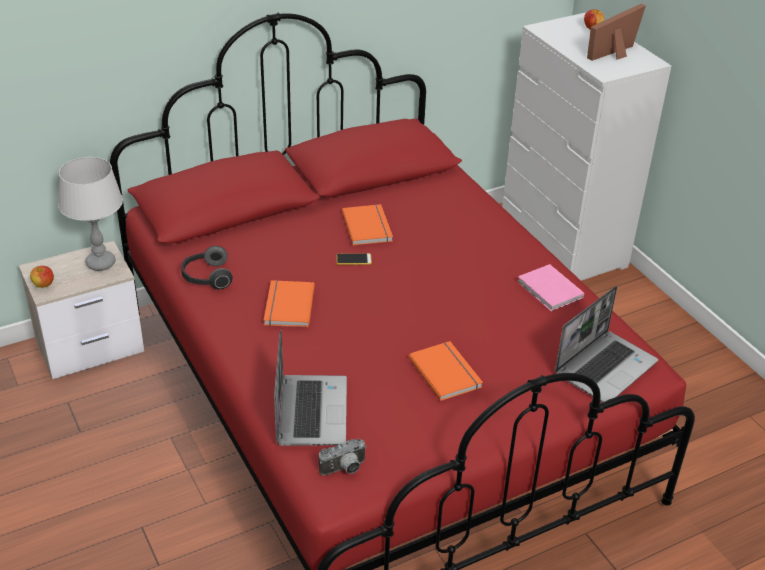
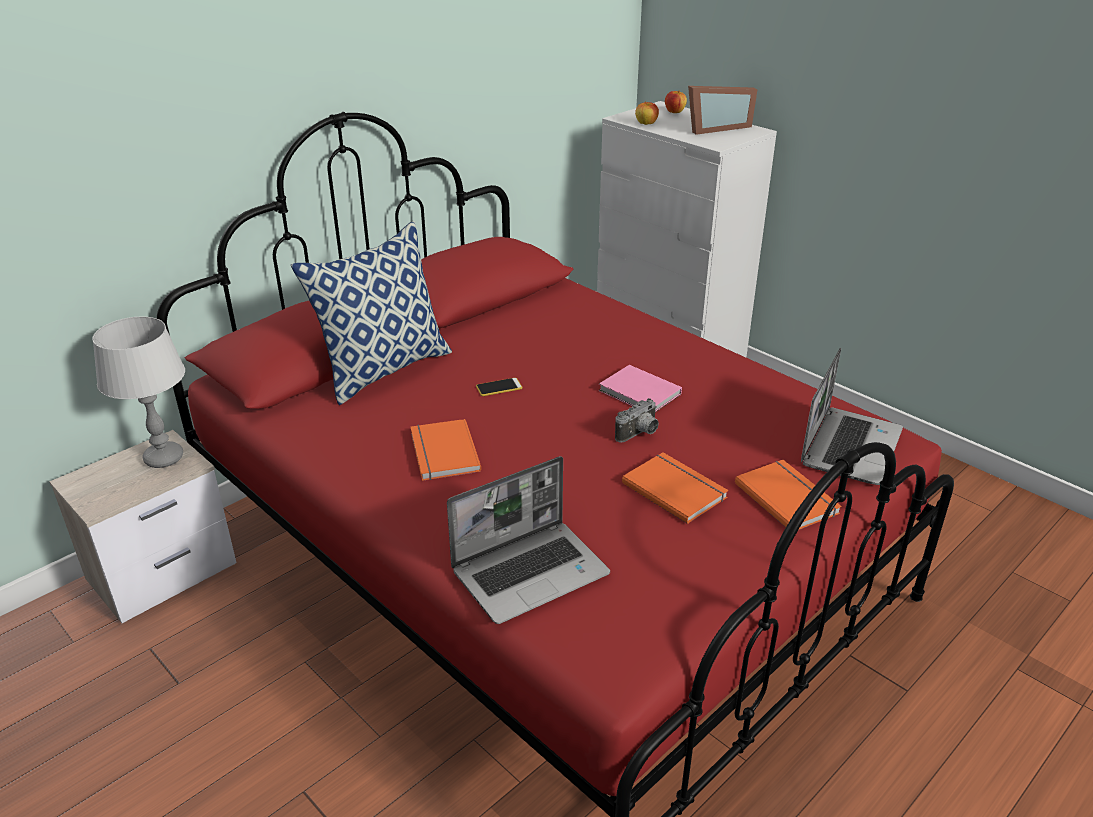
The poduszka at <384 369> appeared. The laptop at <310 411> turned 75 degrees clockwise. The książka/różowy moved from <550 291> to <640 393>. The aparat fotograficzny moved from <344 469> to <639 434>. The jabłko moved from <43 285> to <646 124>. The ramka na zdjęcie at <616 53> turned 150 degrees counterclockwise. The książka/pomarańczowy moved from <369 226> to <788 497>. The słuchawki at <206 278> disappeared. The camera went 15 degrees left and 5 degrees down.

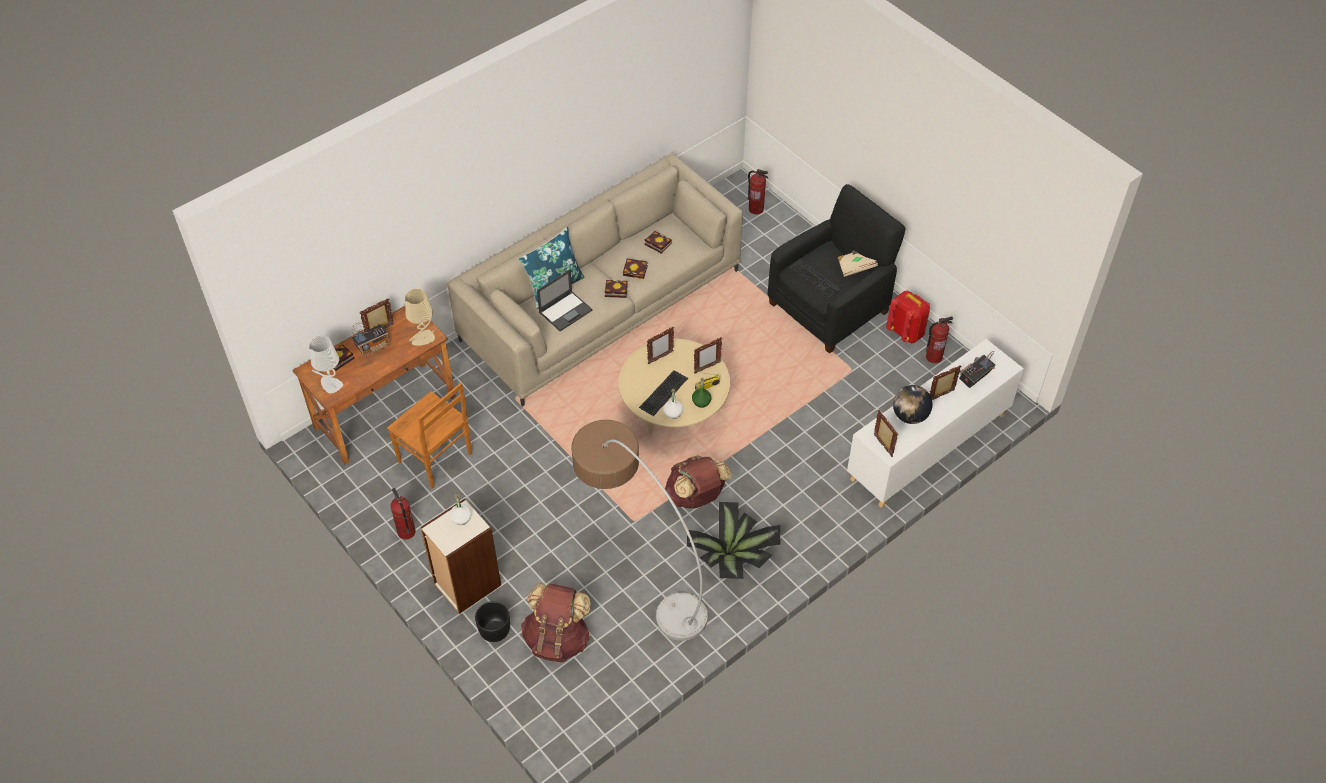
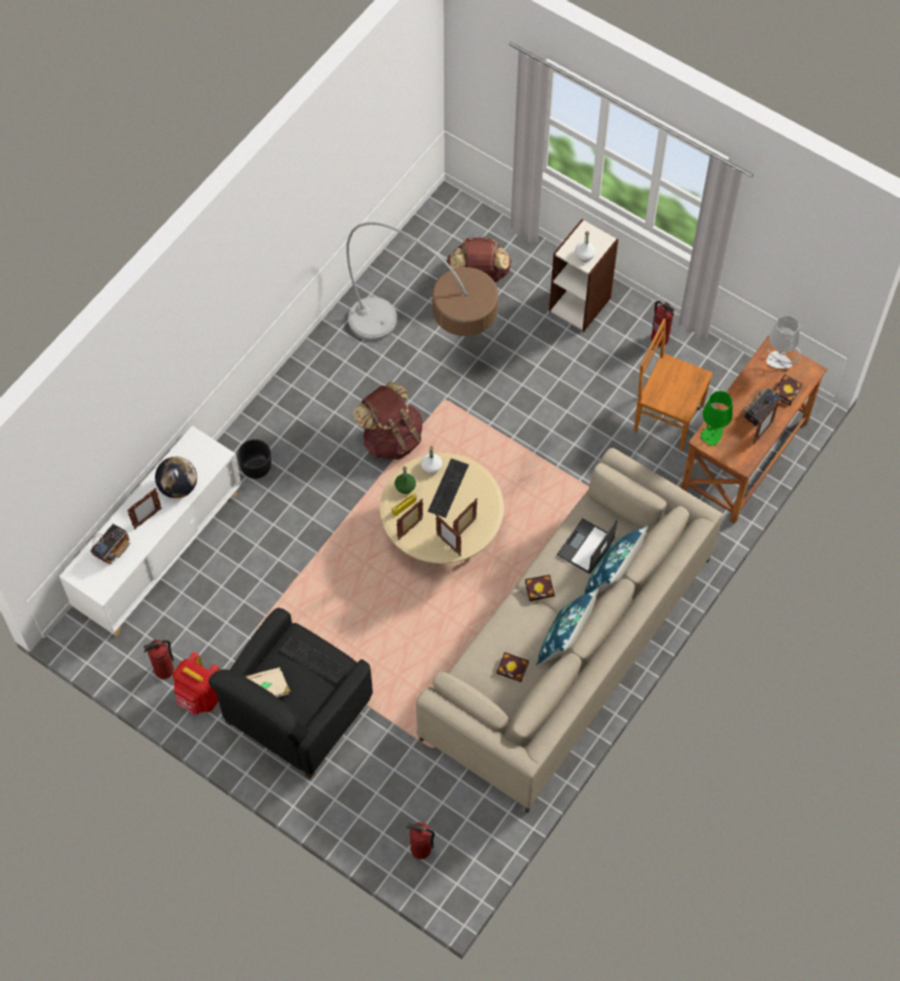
The donica/czarny moved from <495 630> to <256 468>. The ramka na zdjęcie moved from <882 446> to <448 545>. The poduszka/niebieski at <564 641> appeared. The lampa stołowa/beżowy at <423 339> became the lampa stołowa/zielony at <712 434>. The książka at <636 270> disappeared. The roślina doniczkowa at <733 559> disappeared. The camera went 165 degrees right and 10 degrees up.

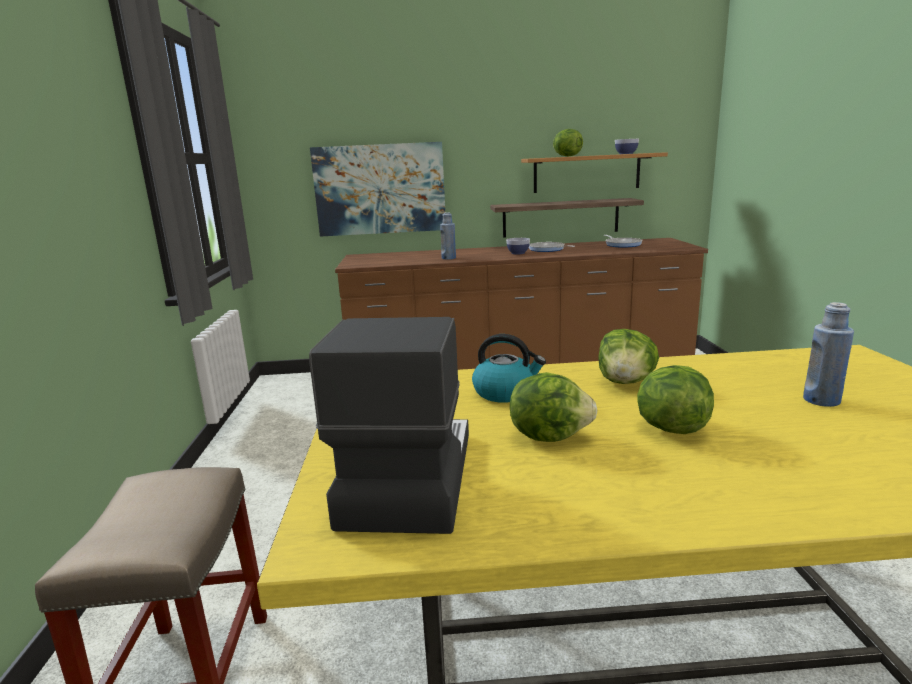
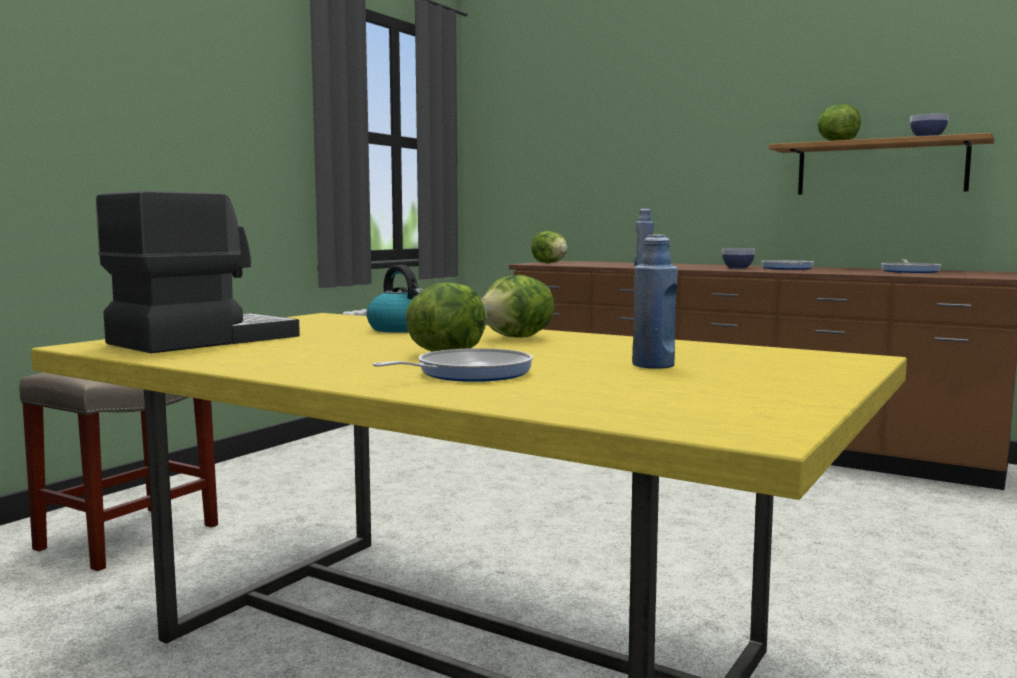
The patelnia at <468 373> appeared. The sałata moved from <549 435> to <550 263>. The obraz at <380 189> disappeared. The półka at <560 218> disappeared. The camera went 35 degrees right and 10 degrees down.

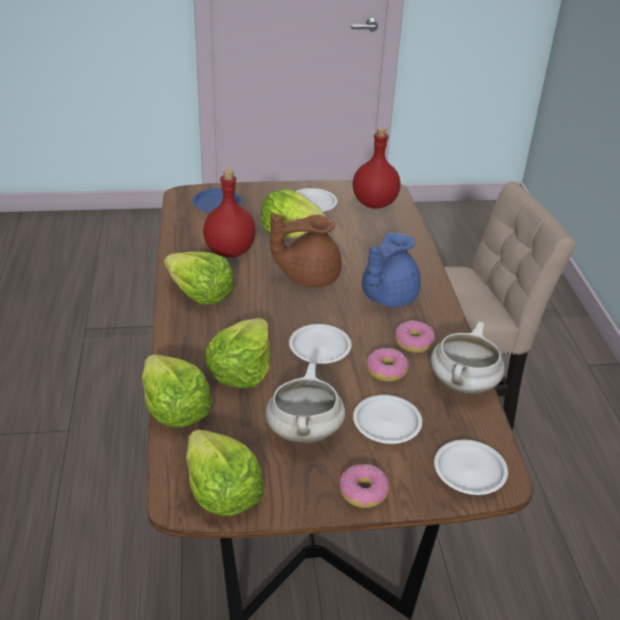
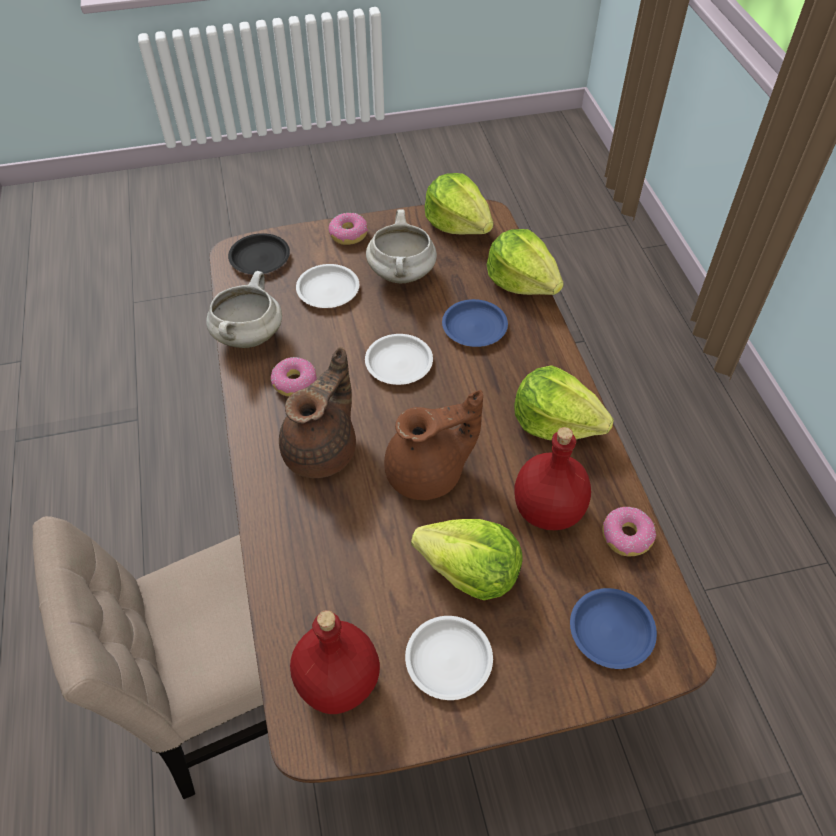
The talerz/biały at <469 471> became the talerz/czarny at <260 258>. The imbryk/niebieski at <386 296> became the imbryk/brązowy at <323 450>. The sałata at <241 370> was replaced by the talerz/niebieski at <475 326>. The donut moved from <386 371> to <626 536>. The camera went 175 degrees right and 15 degrees up.

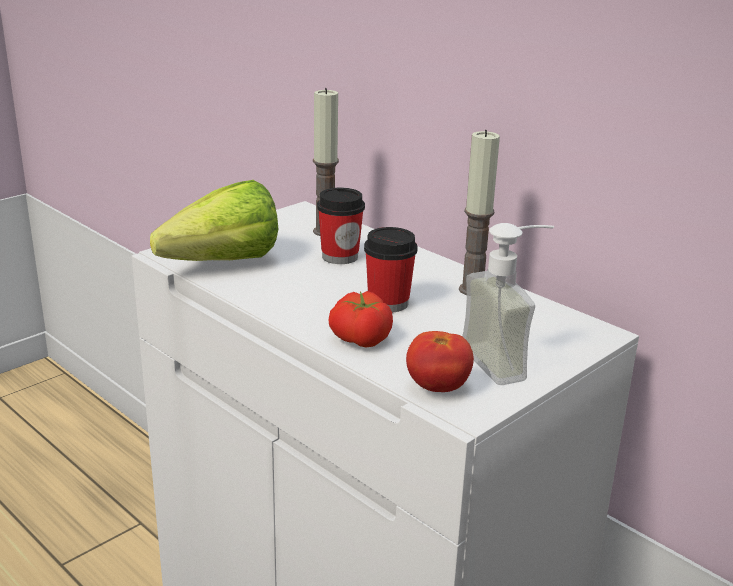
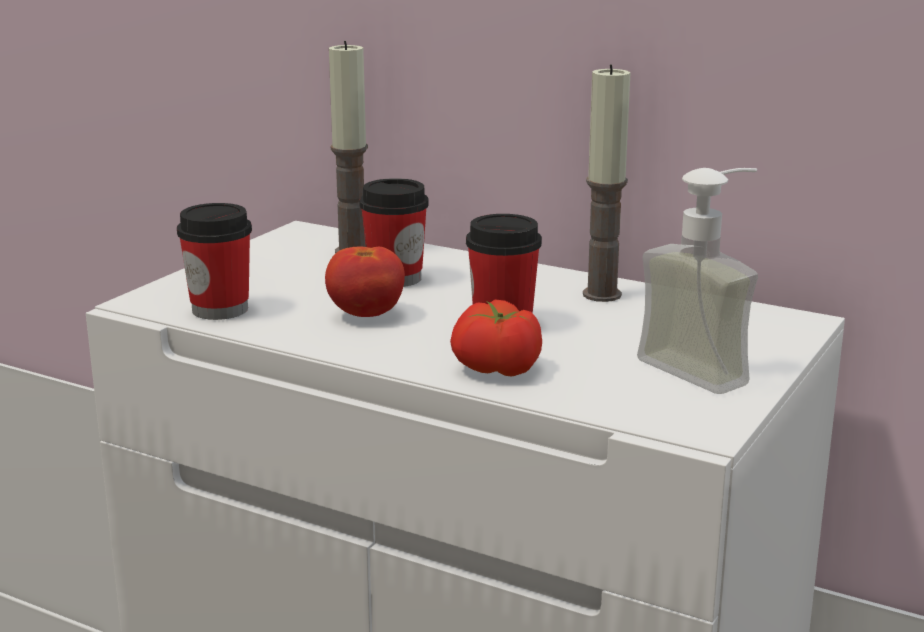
The sałata at <212 265> was replaced by the filiżanka at <220 309>. The pomidor moved from <438 387> to <366 315>. The camera went 15 degrees left and 5 degrees down.

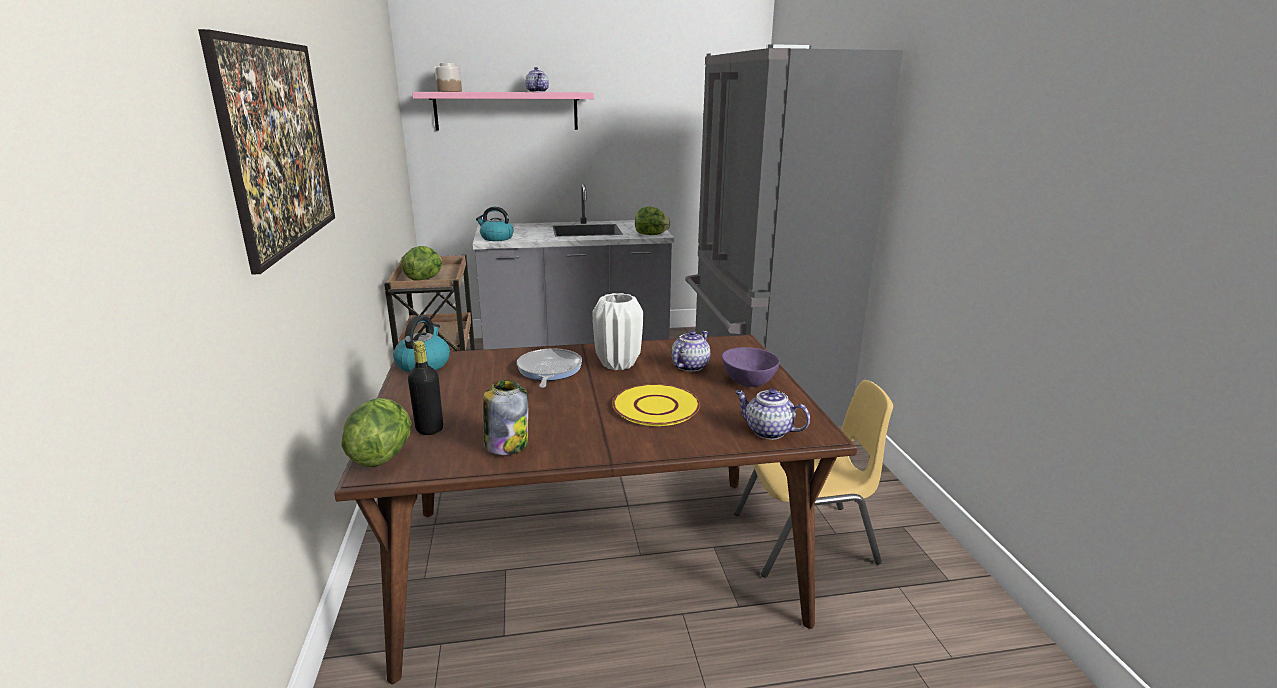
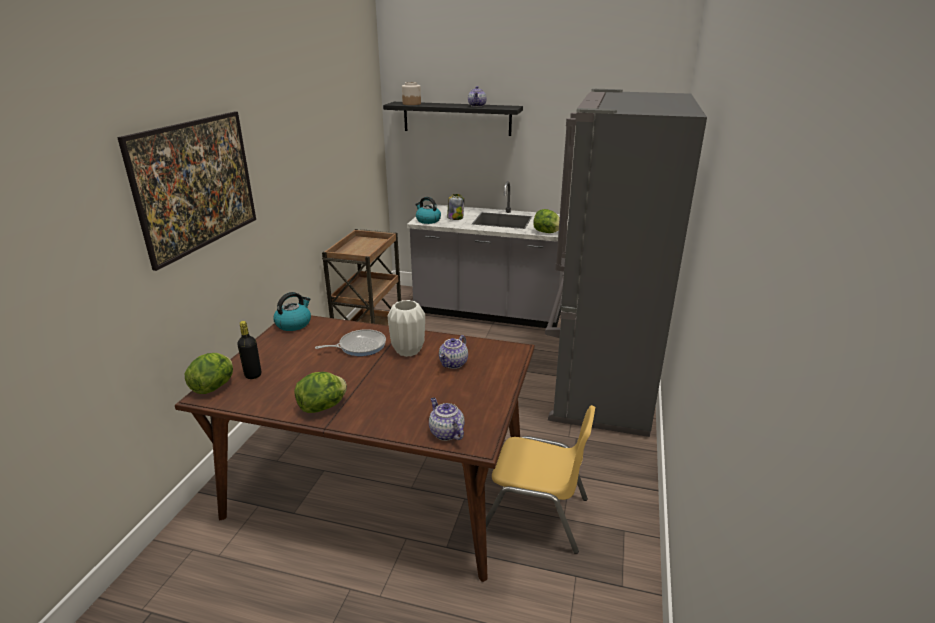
The sałata moved from <425 279> to <323 407>. The patelnia at <548 371> turned 45 degrees clockwise. The półka/różowy at <506 111> became the półka/czarny at <456 118>. The imbryk at <689 366> turned 150 degrees clockwise. The słoik moved from <506 444> to <455 218>. The talerz/żółty at <655 406> disappeared. The miska/fioletowy at <748 381> disappeared. The camera went 25 degrees right and 5 degrees up.

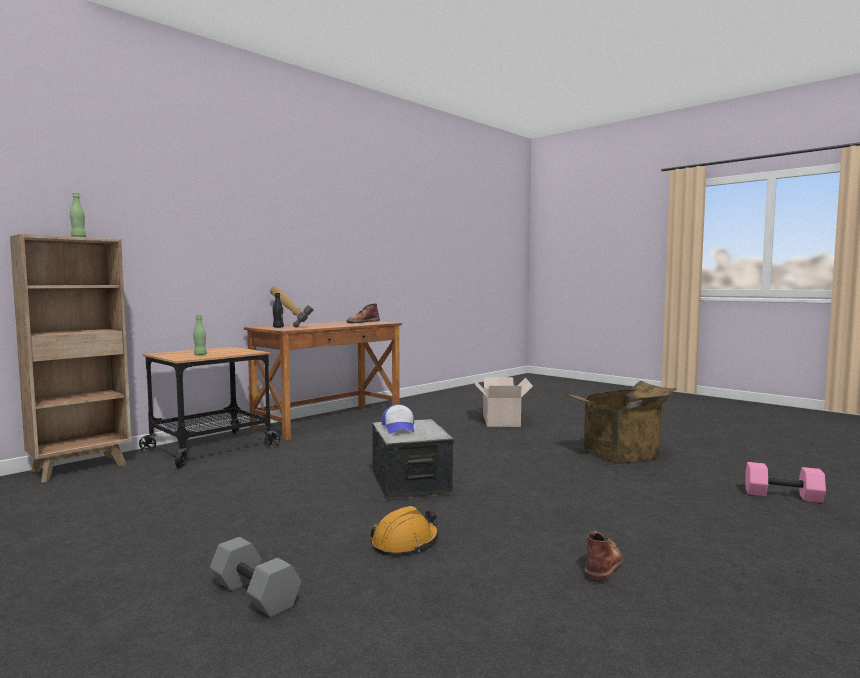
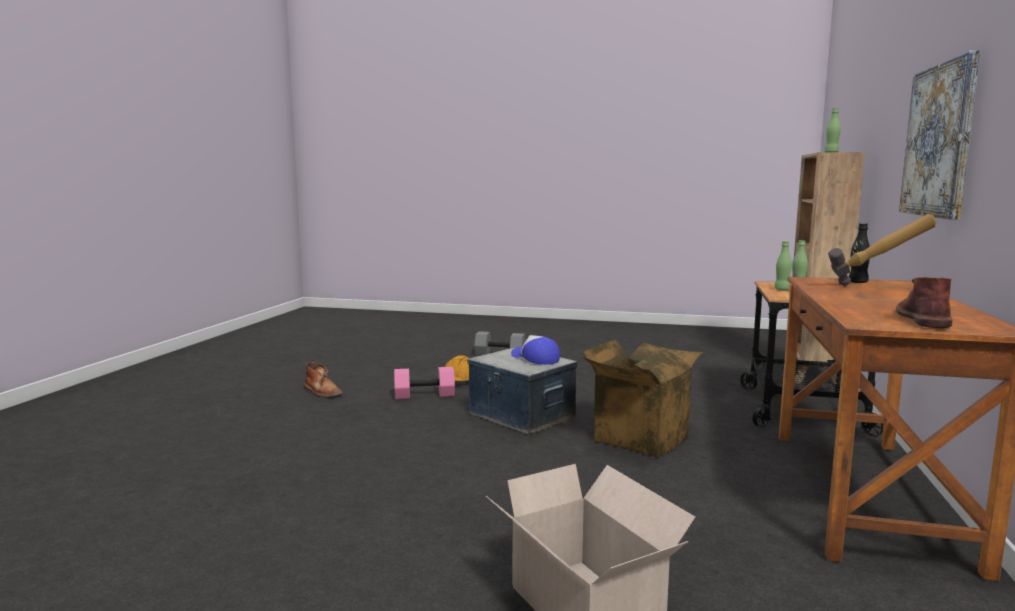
The but z cholewką/brązowy at <603 564> turned 45 degrees counterclockwise. The hantel/różowy moved from <783 495> to <424 395>. The karton moved from <621 454> to <637 437>. The butelka/zielony at <781 289> appeared. The obraz at <939 141> appeared. The camera went 150 degrees right and 5 degrees up.

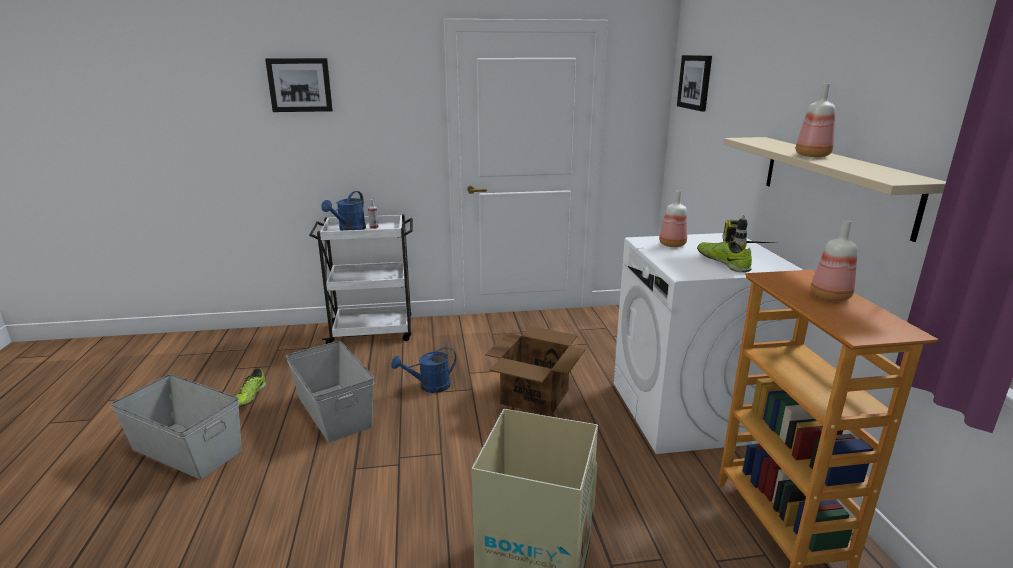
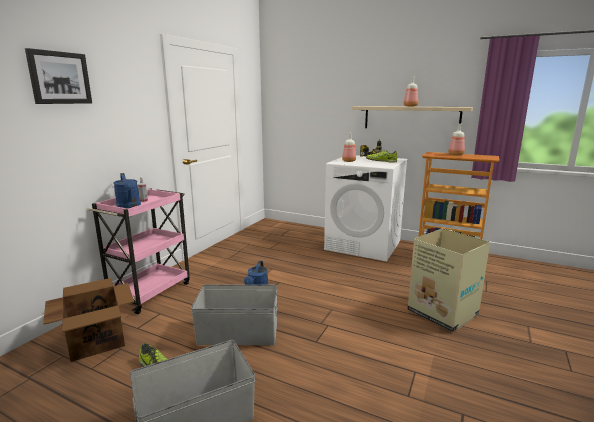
The karton moved from <535 396> to <97 340>. The wózek/biały at <373 332> became the wózek/różowy at <151 292>. The obraz at <695 82> disappeared. The camera went 55 degrees left and 5 degrees down.

